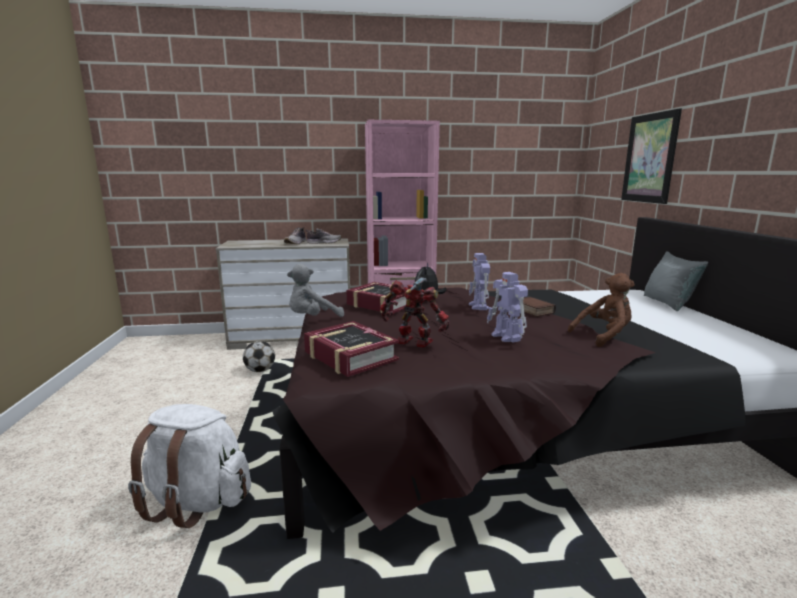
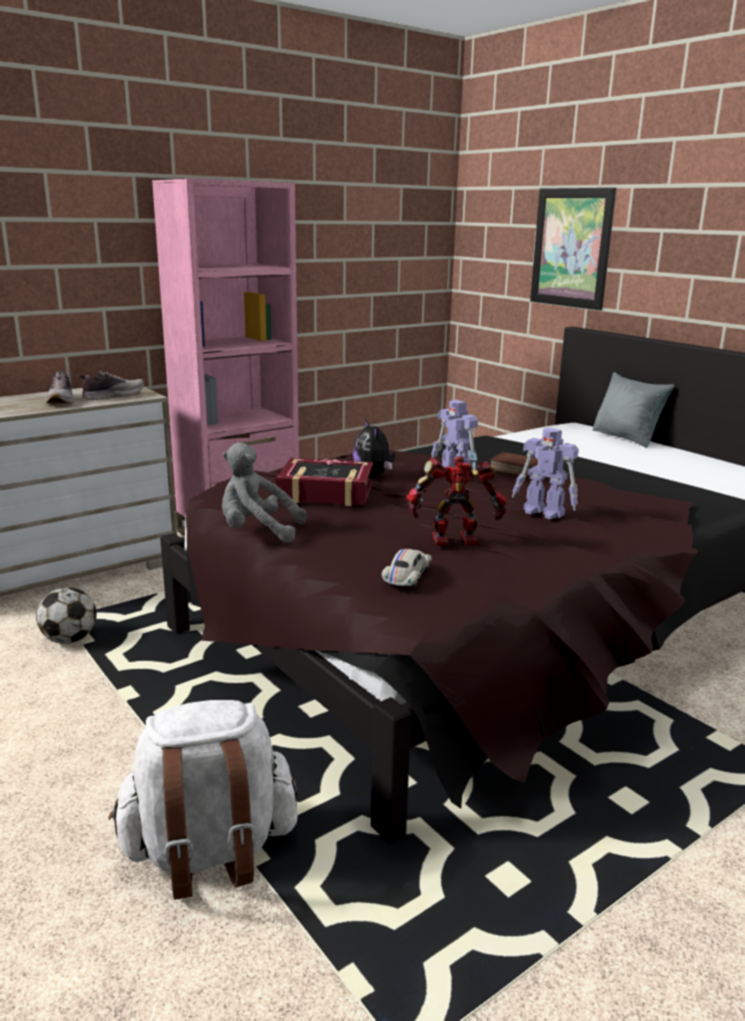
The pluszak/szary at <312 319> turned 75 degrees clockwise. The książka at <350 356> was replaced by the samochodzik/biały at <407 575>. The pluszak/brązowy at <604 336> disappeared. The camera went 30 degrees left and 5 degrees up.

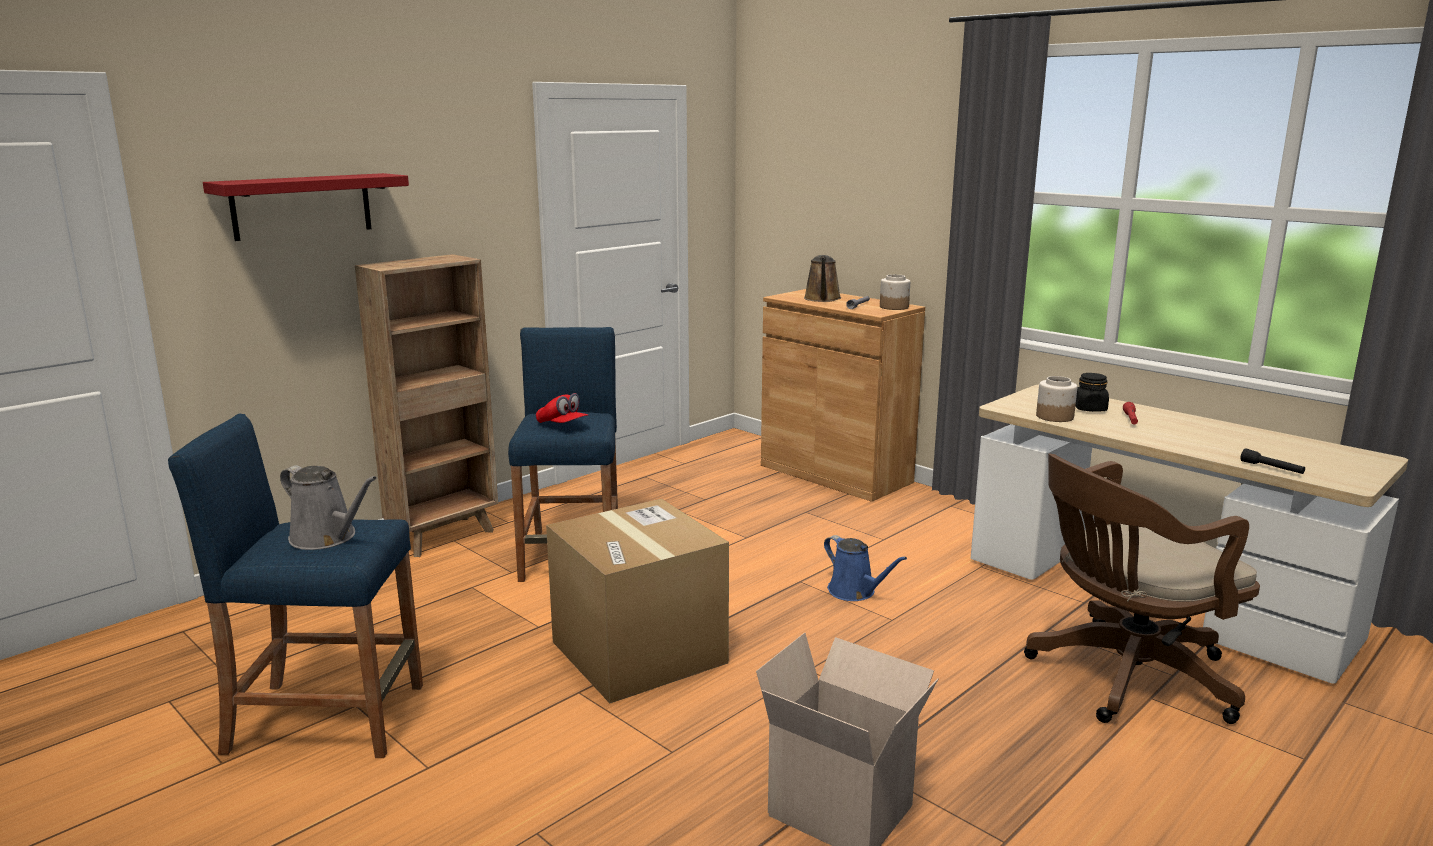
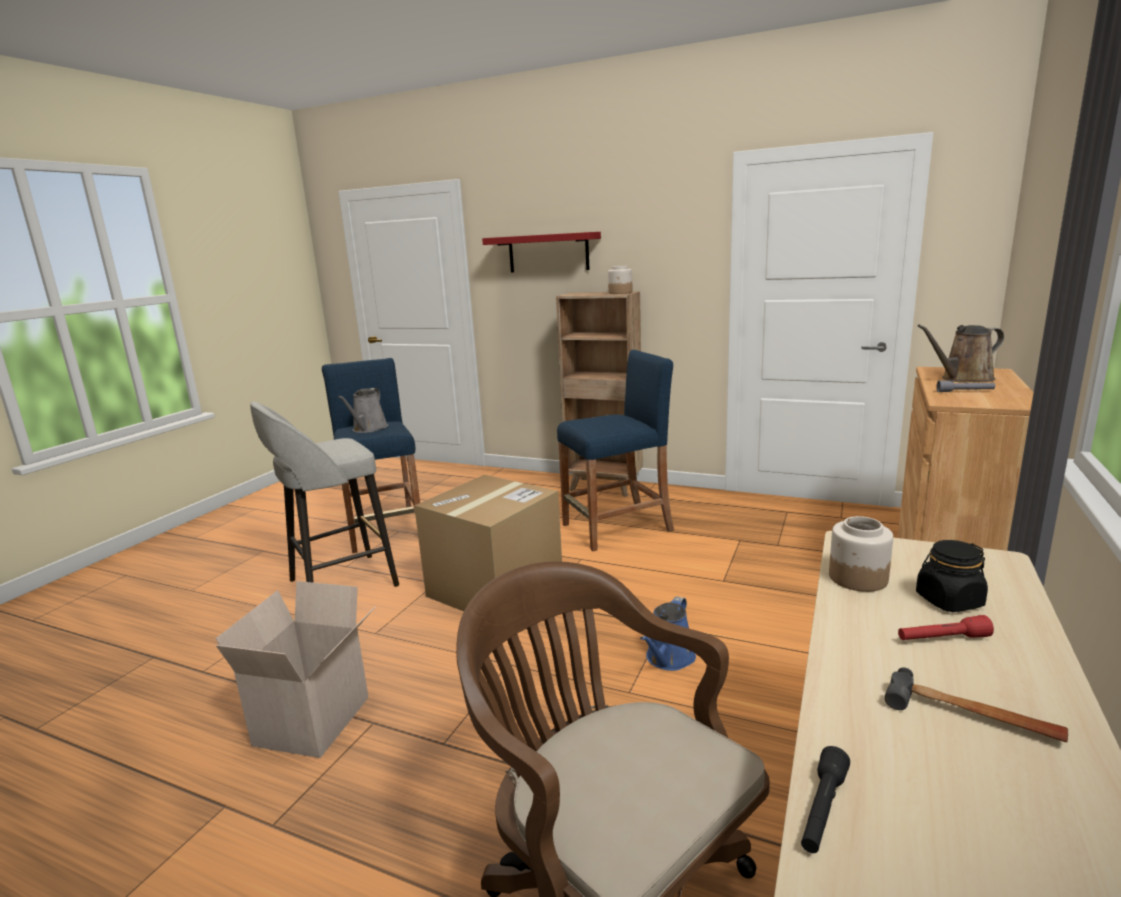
The stołek/szary at <339 584> appeared. The słoik moved from <894 307> to <620 293>. The młotek at <971 717> appeared. The czapka z daszkiem/czerwony at <562 425> disappeared. The camera went 70 degrees right and 0 degrees up.

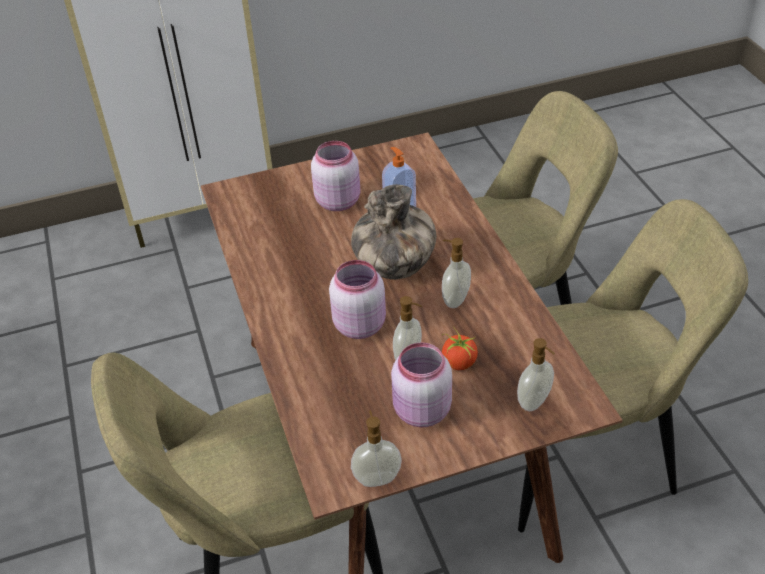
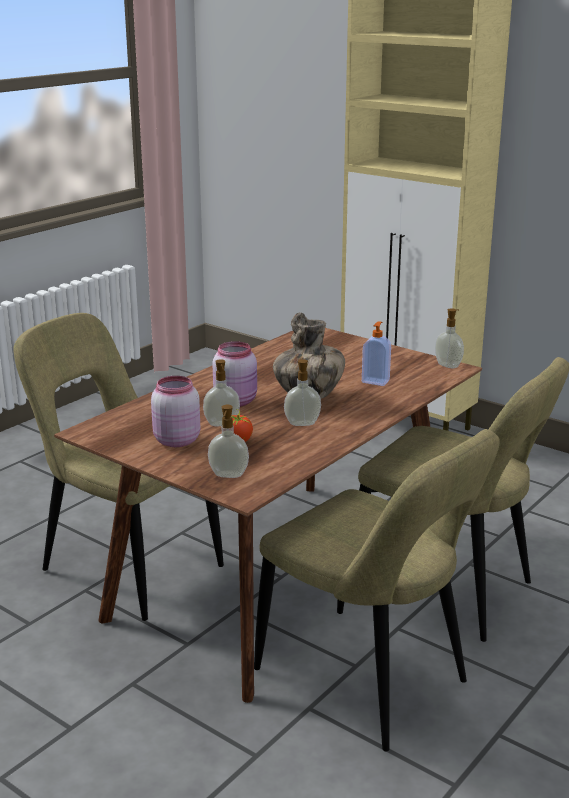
The dozownik mydła moved from <377 478> to <448 365>. The słoik/różowy at <338 200> disappeared. The camera went 55 degrees right and 20 degrees down.

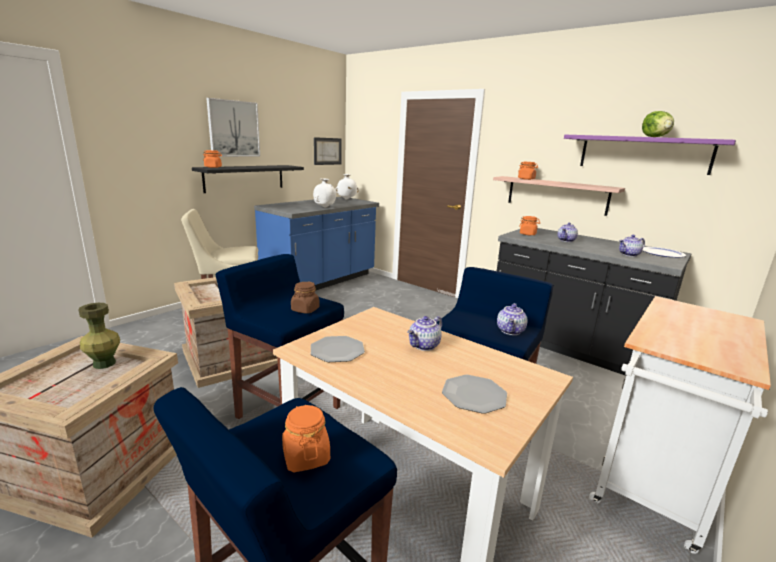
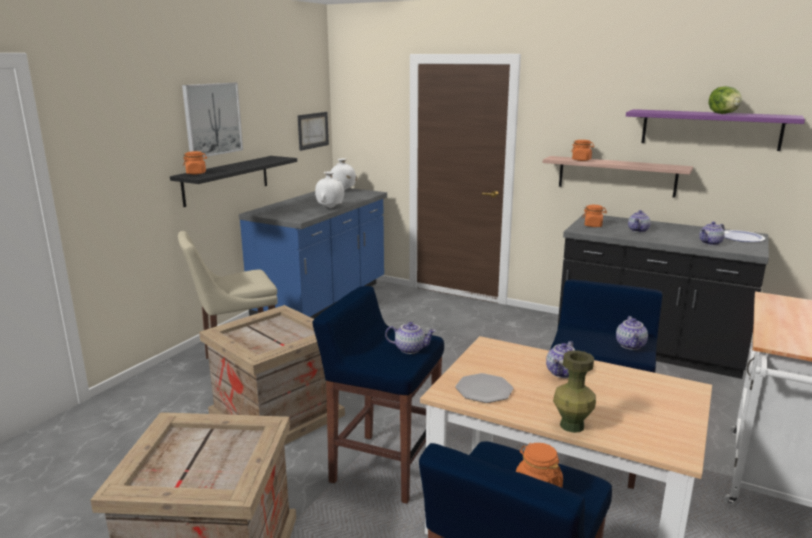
The słoik/brązowy at <305 310> was replaced by the imbryk at <410 349>. The wazon/zielony moved from <104 364> to <572 426>. The talerz at <474 395> disappeared. The camera went 10 degrees left and 0 degrees up.

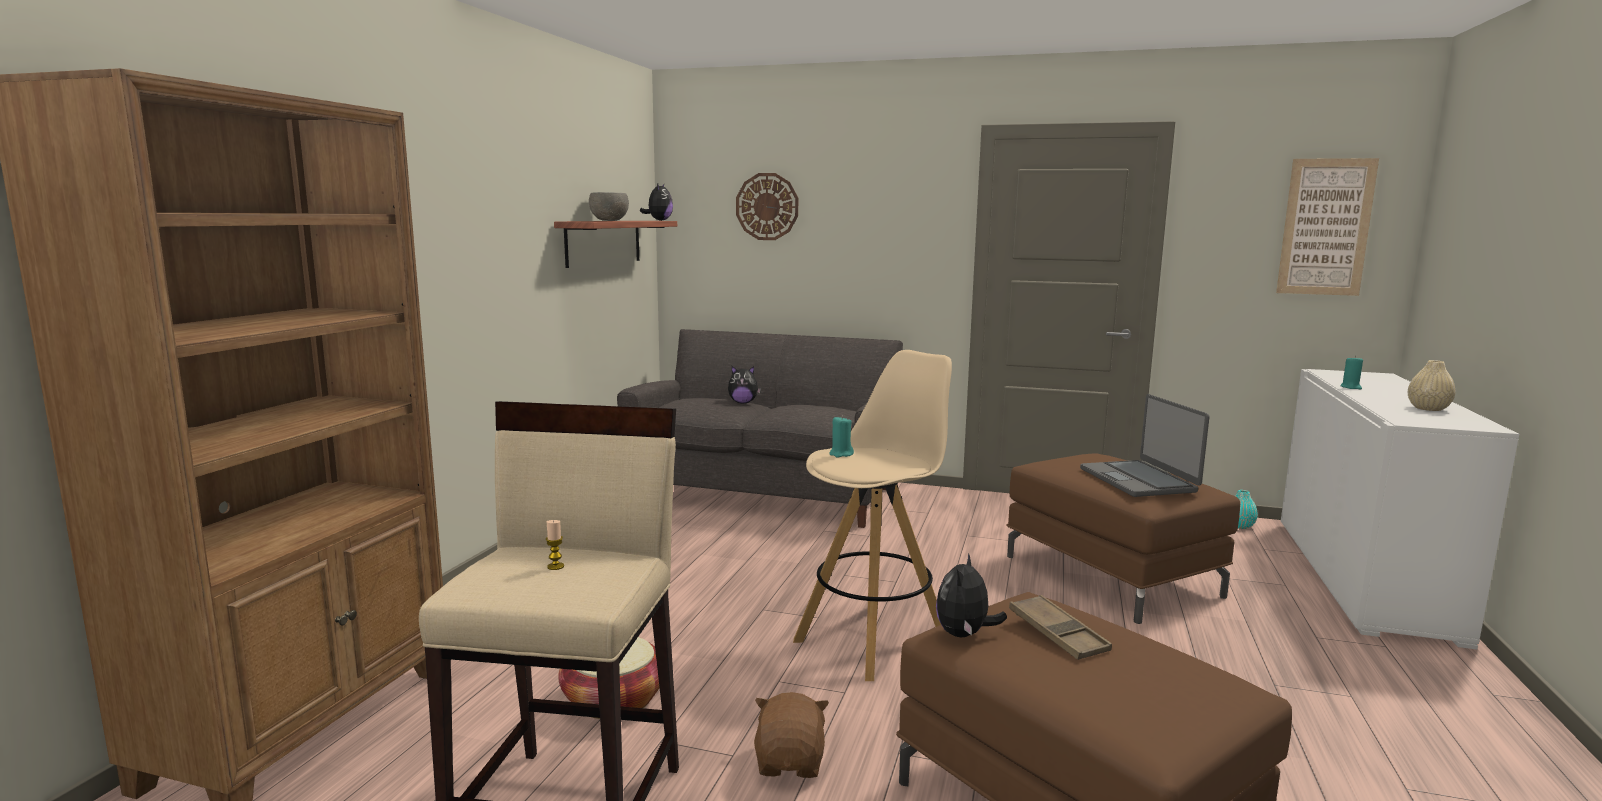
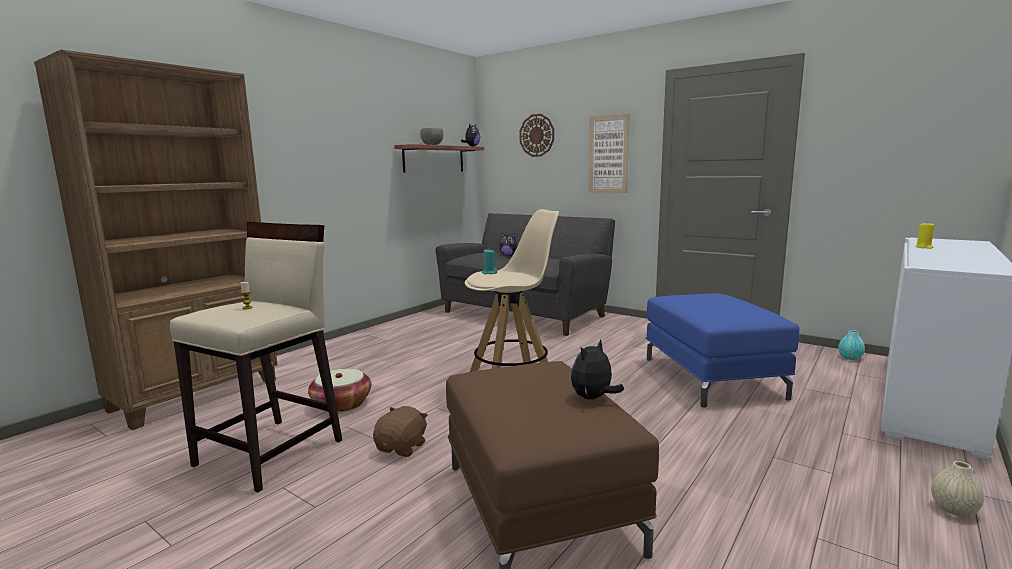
The pluszak moved from <964 635> to <593 398>. The obraz moved from <1325 227> to <608 154>. The pufa/brązowy at <1111 575> became the pufa/niebieski at <712 377>. The świeca/turkusowy at <1351 387> became the świeca/żółty at <924 247>. The wazon/beżowy moved from <1428 408> to <954 509>. The taca/brązowy at <1057 634> disappeared. The laptop at <1139 480> disappeared. The camera went 20 degrees right and 0 degrees up.

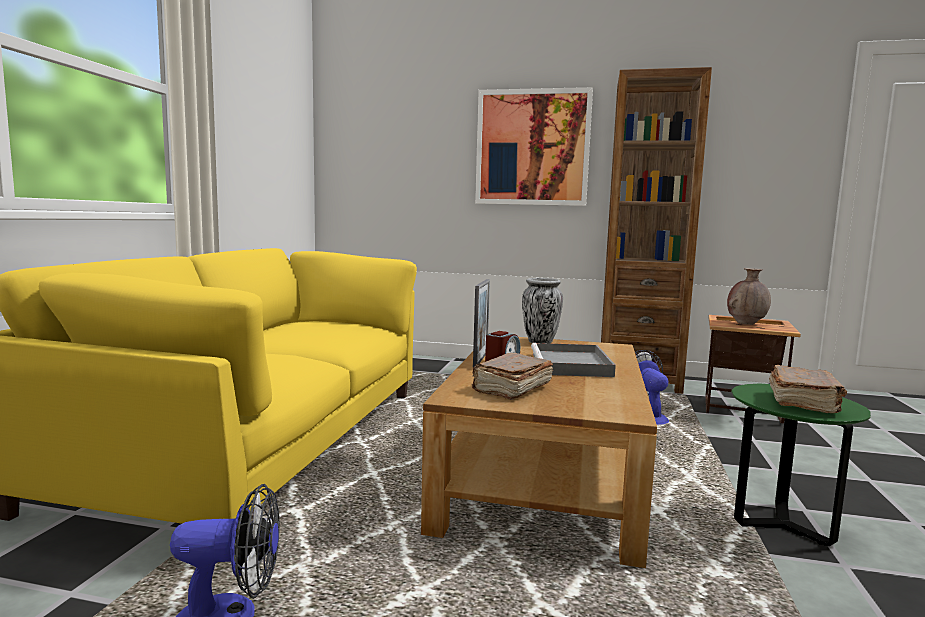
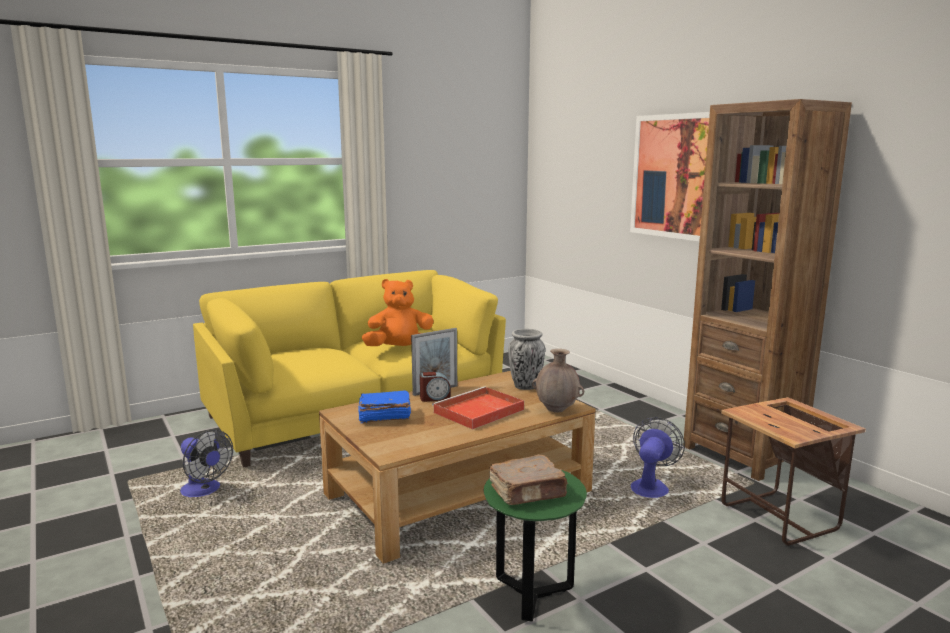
The książka/brązowy at <511 389> became the książka/niebieski at <384 416>. The pluszak/pomarańczowy at <400 349> appeared. The taca/szary at <571 365> became the taca/czerwony at <477 411>. The wazon/brązowy moved from <746 324> to <557 410>. The camera went 45 degrees right and 5 degrees up.

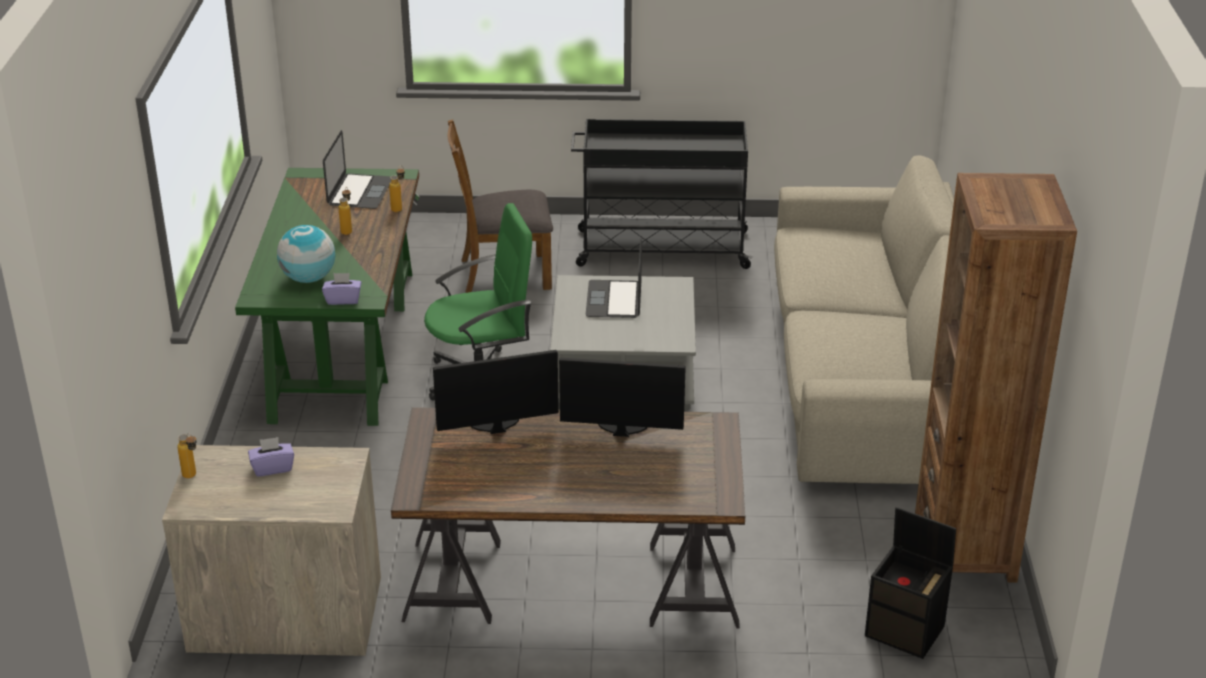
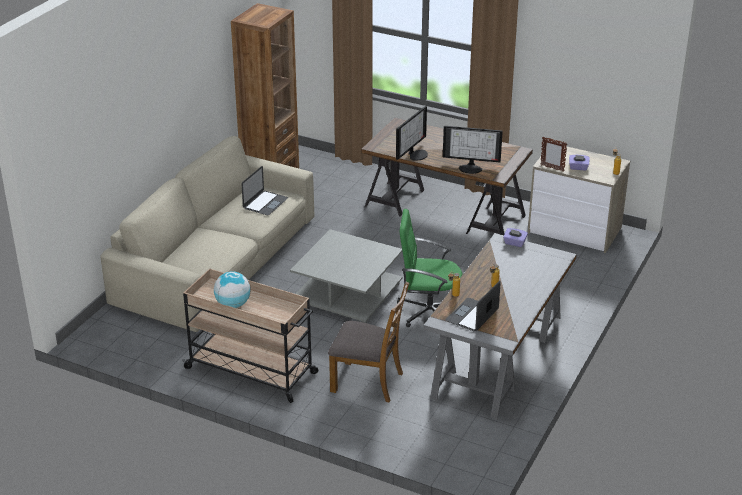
The wózek/czarny at <660 249> became the wózek/beżowy at <252 371>. The globus moved from <309 278> to <233 304>. The laptop moved from <614 299> to <265 203>. The monitor at <621 427> turned 90 degrees counterclockwise. The biurko/zielony at <342 344> became the biurko/szary at <499 357>. The ramka na zdjęcie at <552 168> appeared. The pojemnik do przechowywania/czarny at <906 631> disappeared. The camera went 155 degrees left and 0 degrees up.

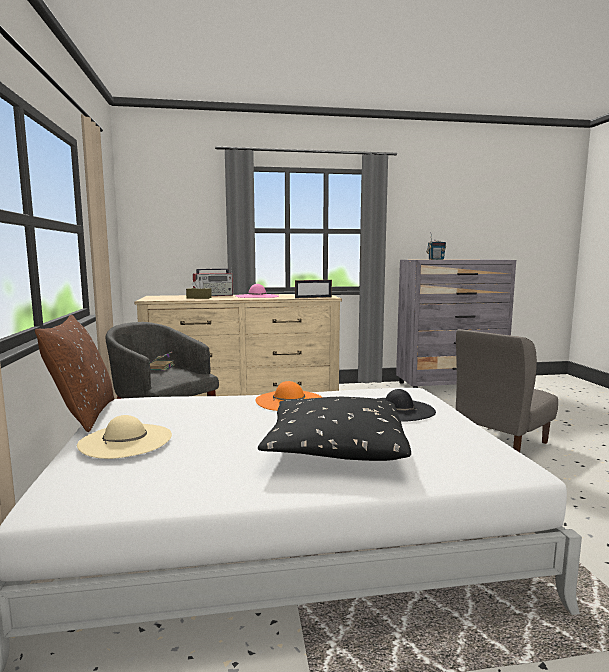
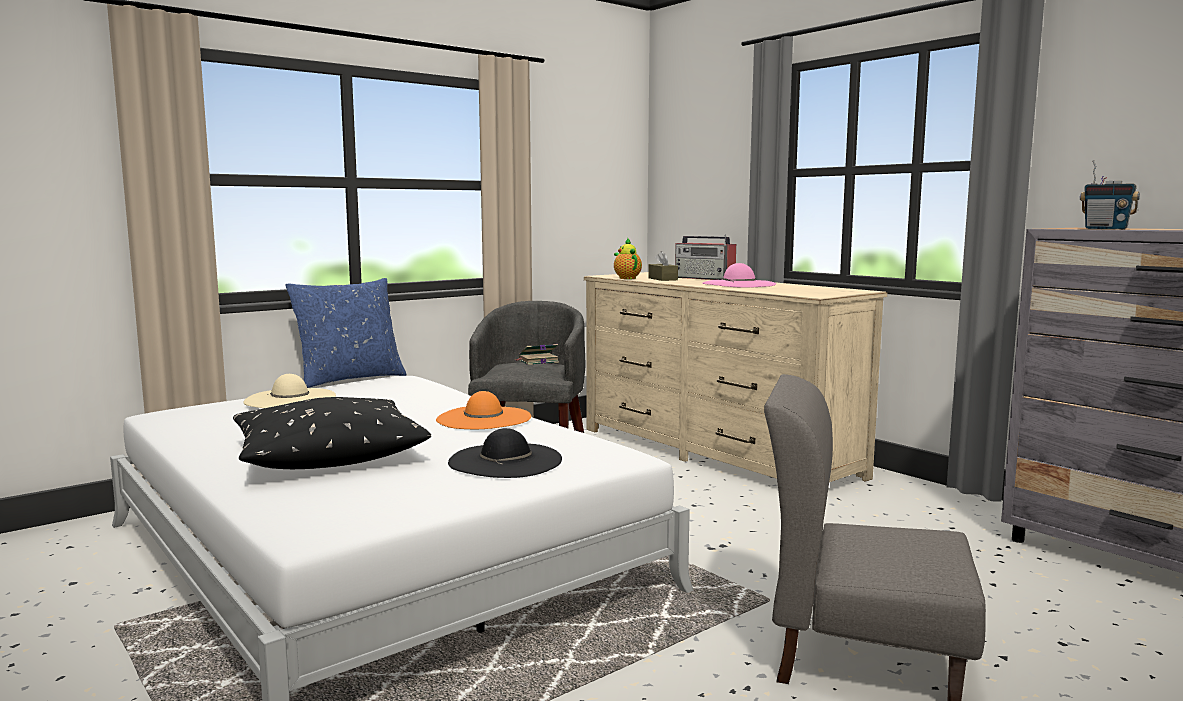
The poduszka/brązowy at <83 416> became the poduszka/niebieski at <349 379>. The imbryk at <626 278> appeared. The ramka na zdjęcie at <313 297> disappeared. The camera went 60 degrees right and 0 degrees up.

